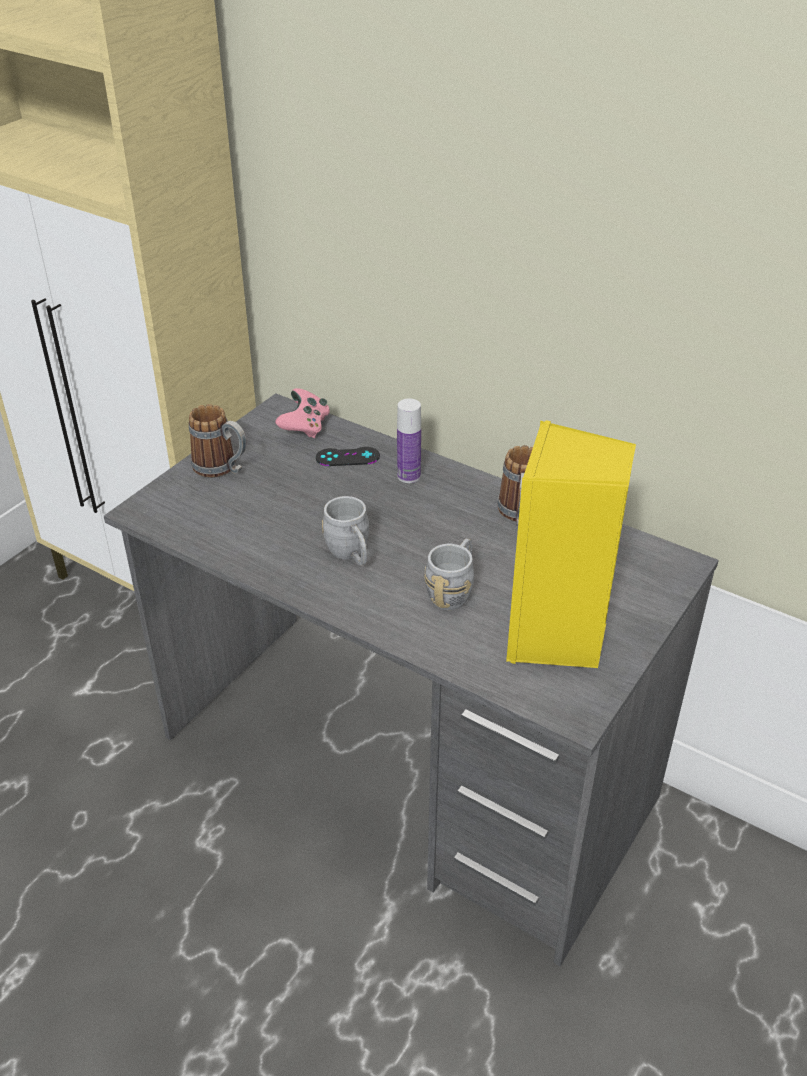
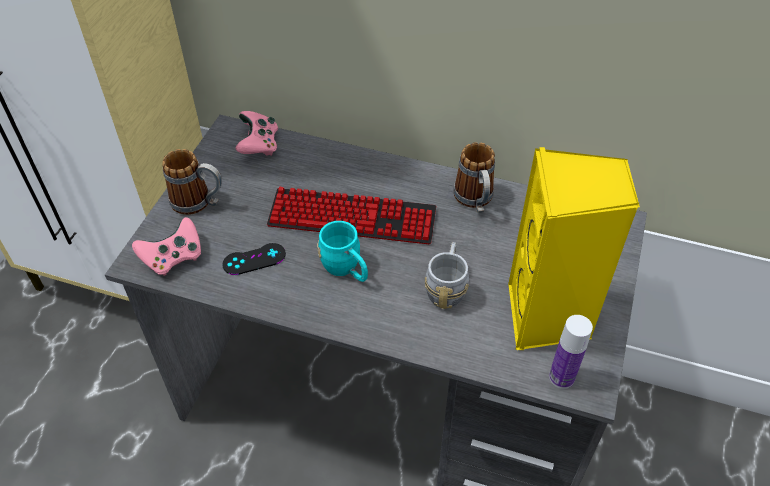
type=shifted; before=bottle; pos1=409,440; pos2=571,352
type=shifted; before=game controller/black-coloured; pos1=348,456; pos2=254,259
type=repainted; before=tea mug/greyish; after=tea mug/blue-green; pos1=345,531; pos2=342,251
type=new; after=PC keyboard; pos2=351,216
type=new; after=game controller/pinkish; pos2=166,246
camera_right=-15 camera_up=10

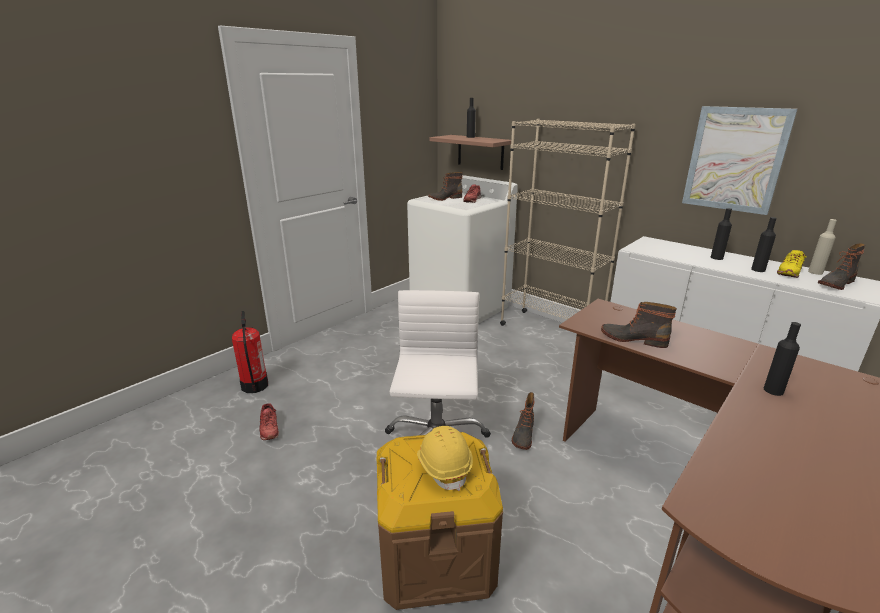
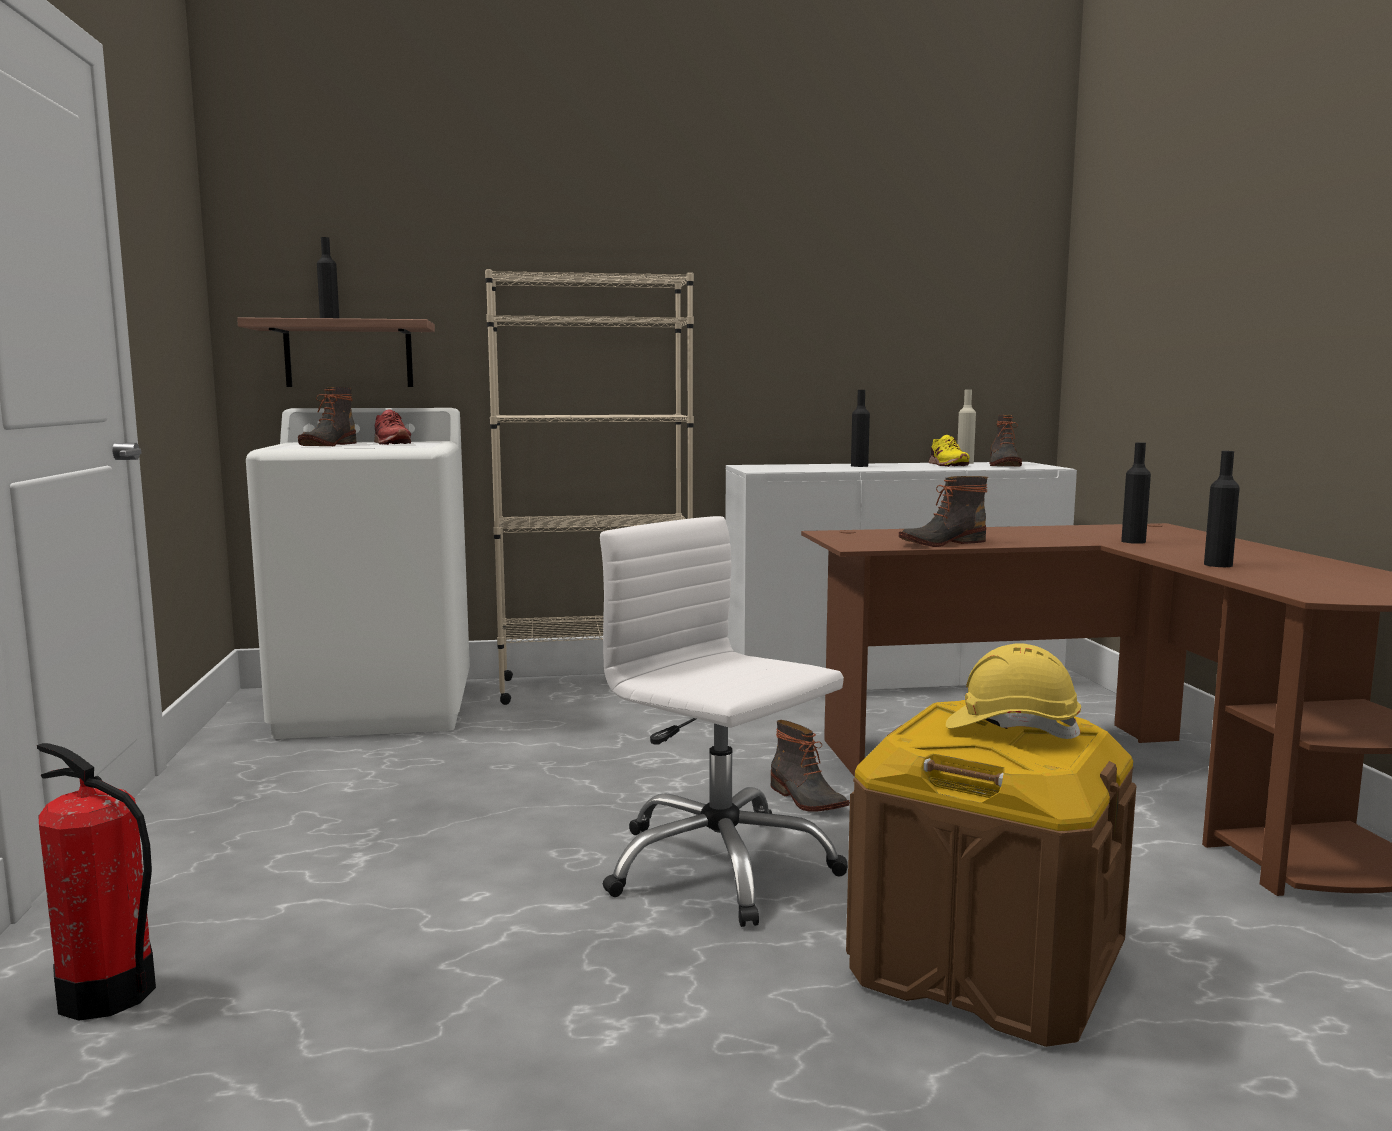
type=gone; before=wall art; pos1=740,160
type=shifted; before=bottle/black-coloured; pos1=764,244; pos2=1222,509
type=gone; before=item of footwear/red; pos1=269,421
camera_right=-50 camera_up=-15

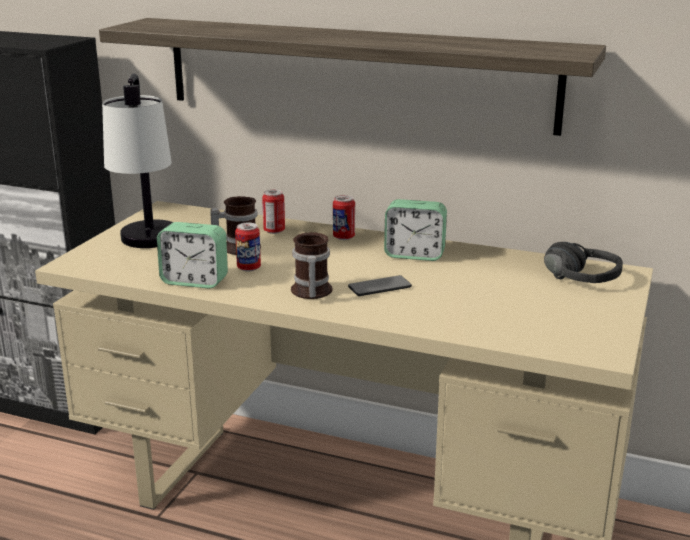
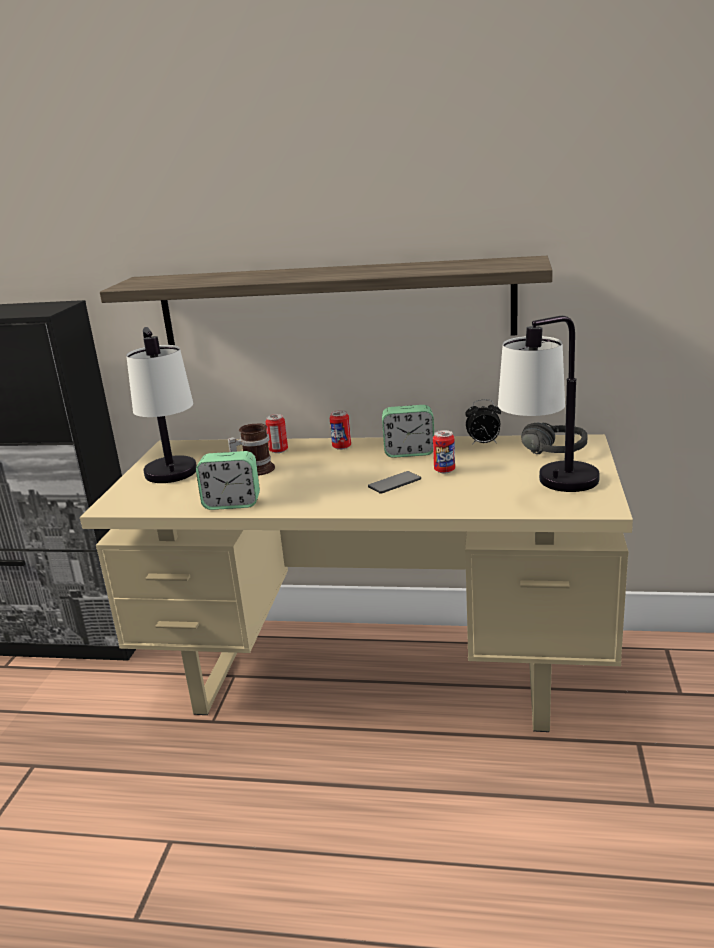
type=shifted; before=metal can; pos1=248,246; pos2=444,451
type=gone; before=tea mug; pos1=312,265
type=new; after=lamp for a table; pos2=549,404
type=new; after=bedside clock; pos2=483,422
camera_right=-10 camera_up=0

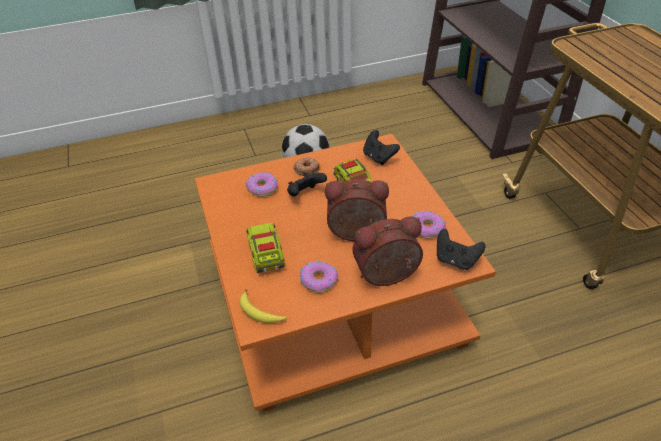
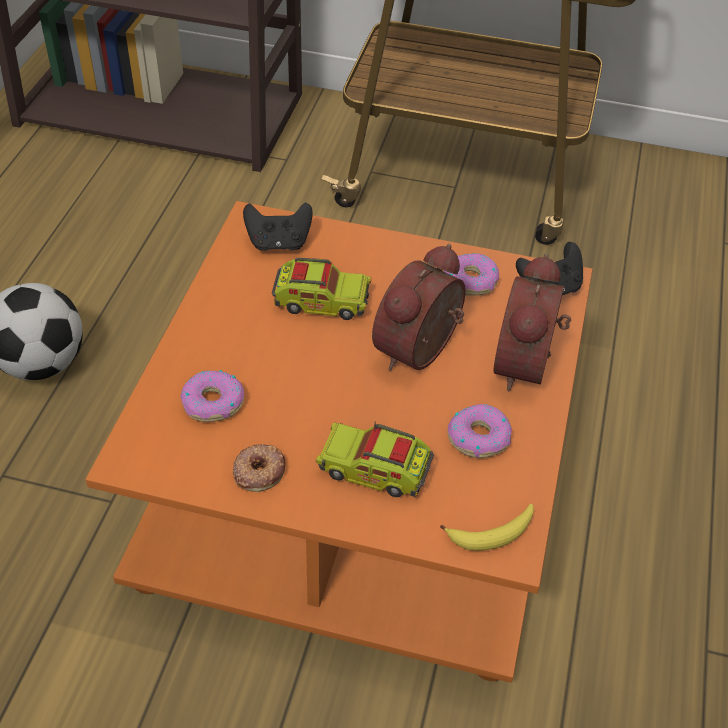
type=shifted; before=donut; pos1=307,167; pos2=259,468
type=gone; before=game controller/black-coloured; pos1=307,185
camera_right=-60 camera_up=5

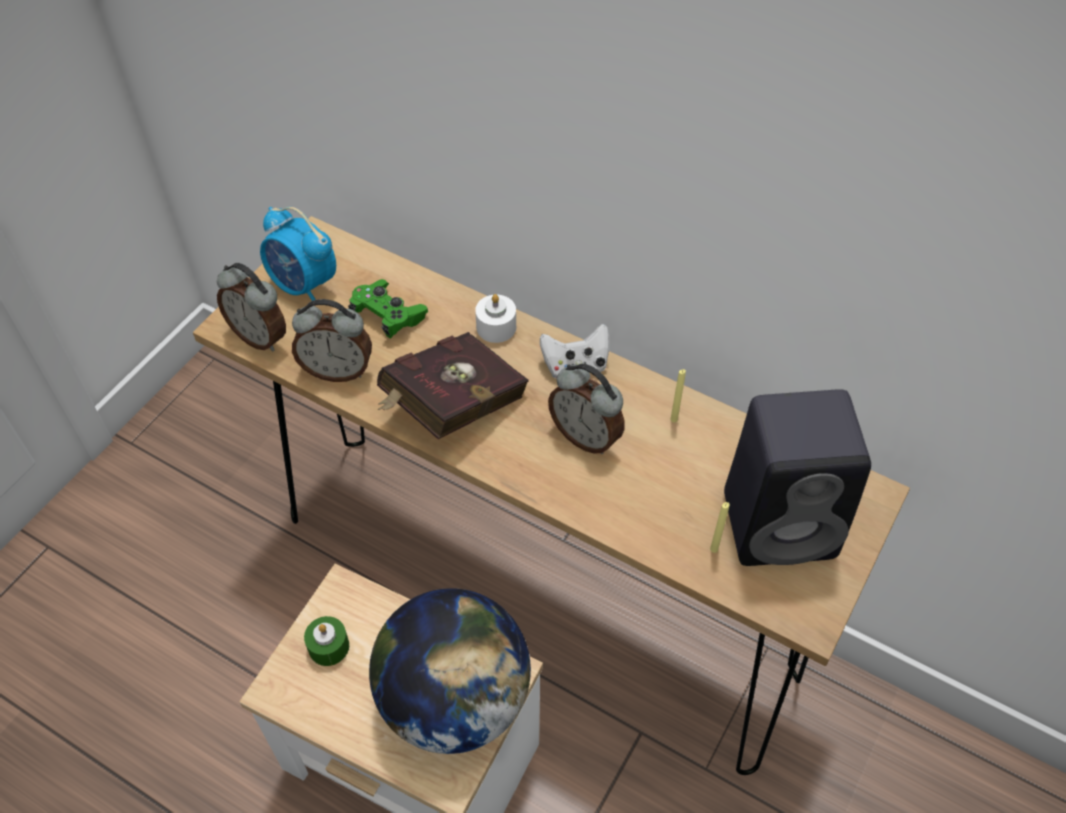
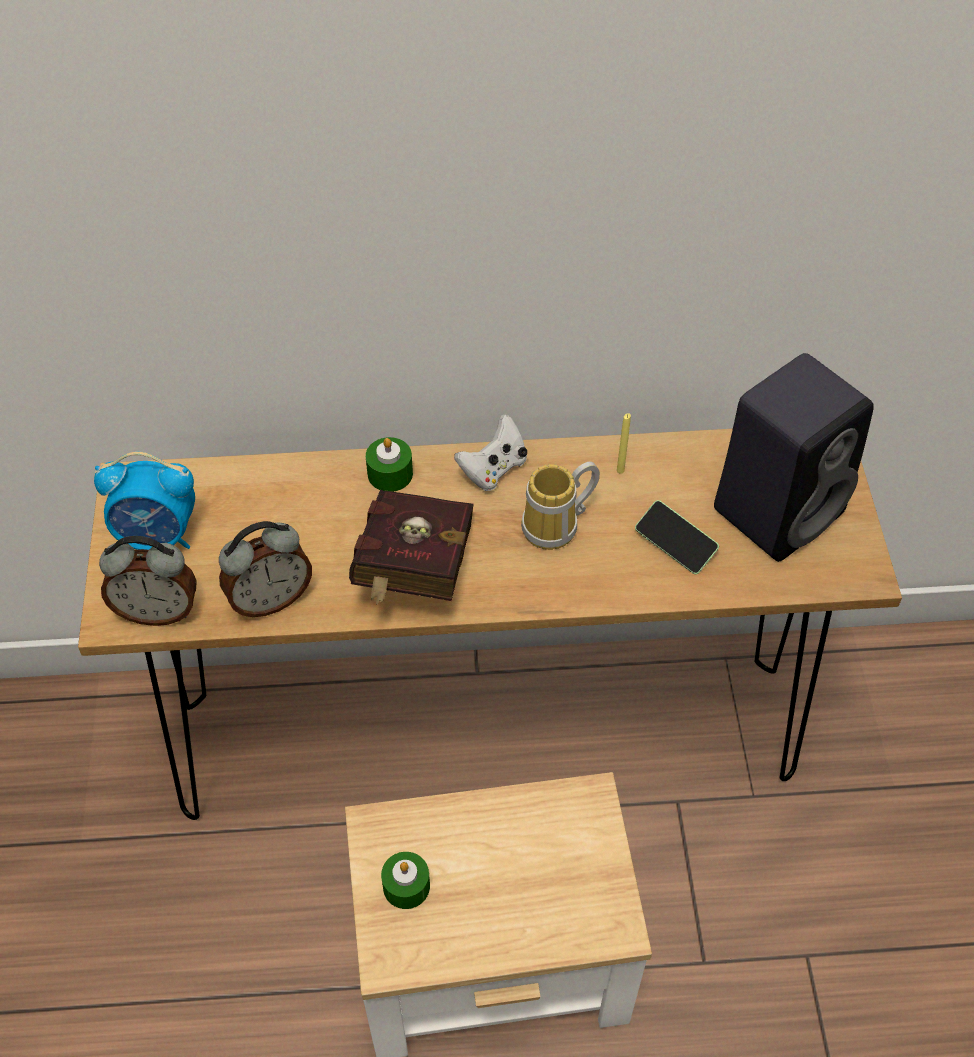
type=gone; before=game controller/greenish; pos1=388,308
type=repainted; before=wax light/white; after=wax light/greenish; pos1=495,318; pos2=389,464
type=swapped; before=bedside clock; after=tea mug; pos1=586,409; pos2=560,506
type=gone; before=wax light/yellowish; pos1=720,527
type=gone; before=world globe; pos1=450,671
type=new; after=handset; pos2=677,537
camera_right=-35 camera_up=0

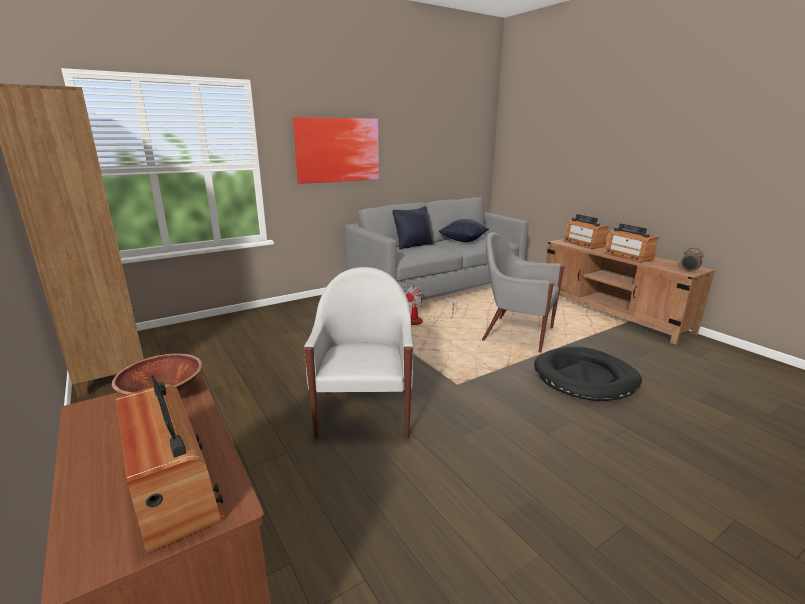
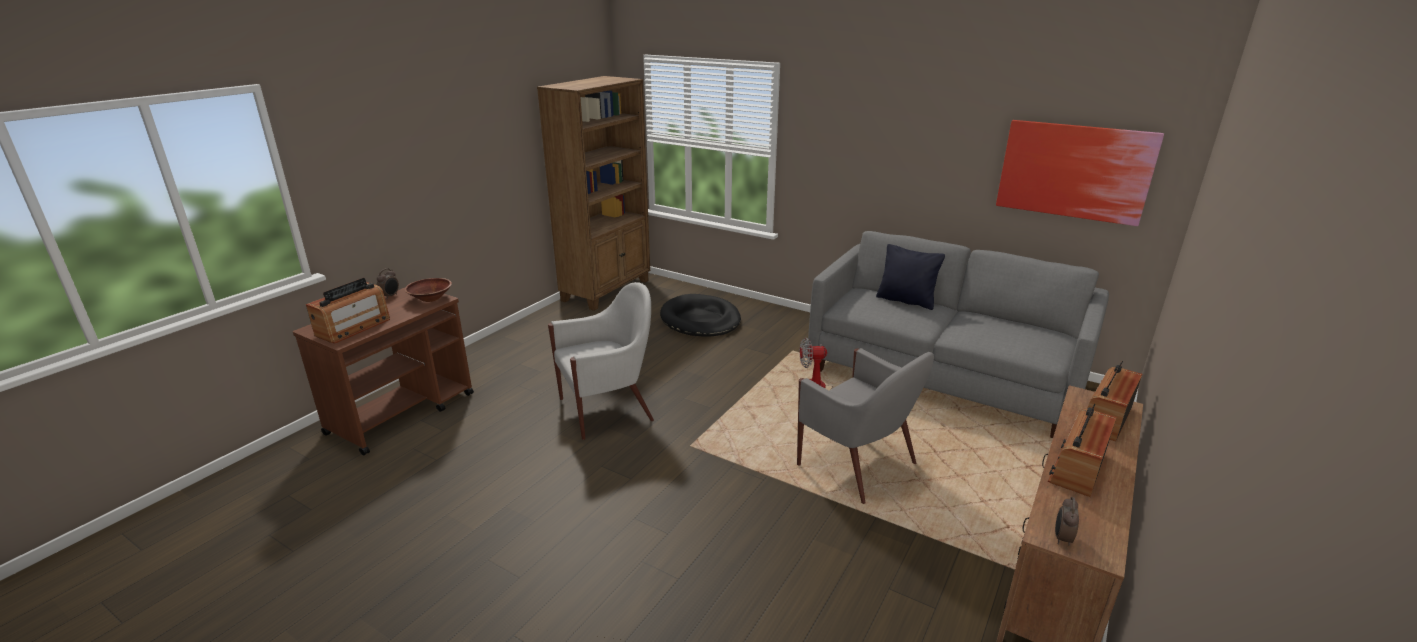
type=shifted; before=wall art; pos1=336,150; pos2=1080,173
type=gone; before=cushion/black-coloured; pos1=464,230
type=rotated; before=armchair/greyish; pos1=523,292; pos2=865,426; turn=135
type=shifted; before=dog cushion/black-coloured; pos1=588,374; pos2=700,315
type=new; after=bedside clock; pos2=388,283
camera_right=65 camera_up=5

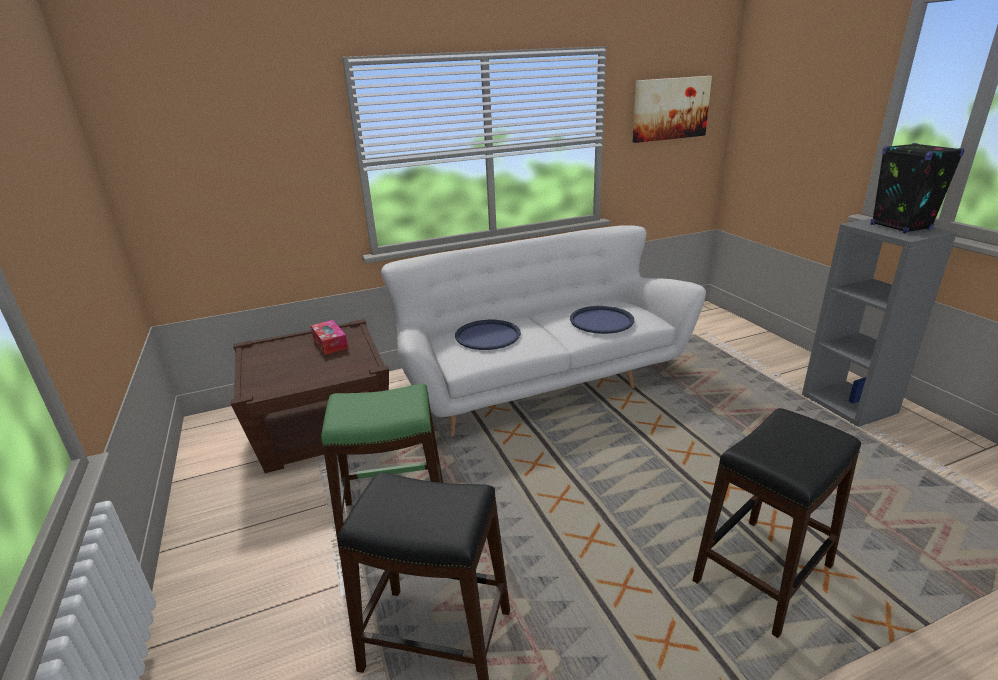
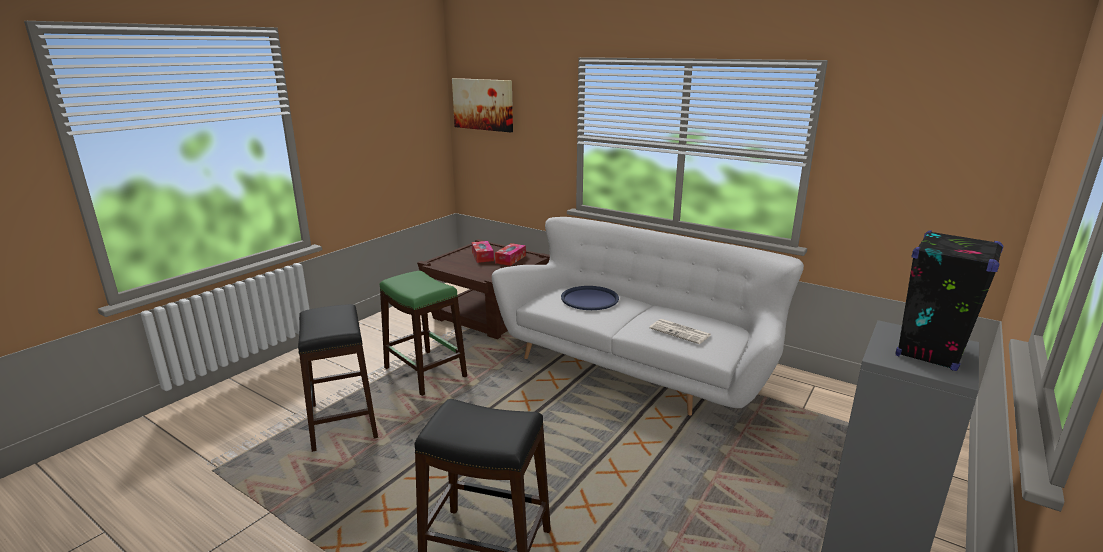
type=shifted; before=wall art; pos1=672,109; pos2=482,105
type=swapped; before=tray/blue; after=newspaper; pos1=602,320; pos2=680,331
type=new; after=tissue holder; pos2=482,252
camera_right=55 camera_up=-5

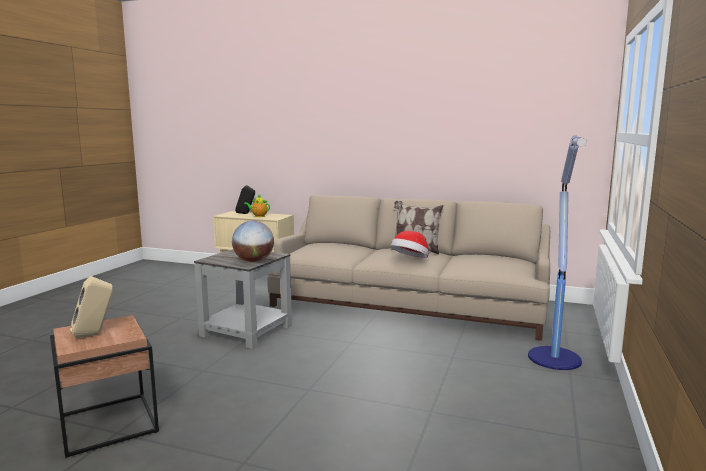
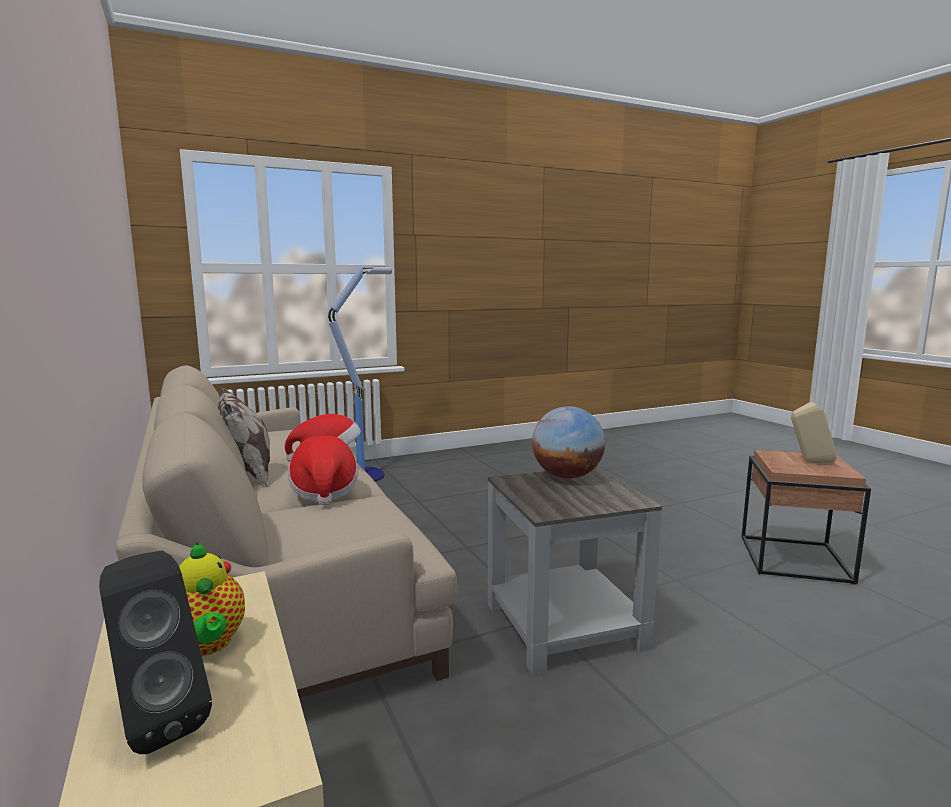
type=new; after=clothing hat; pos2=323,470
camera_right=-135 camera_up=0

